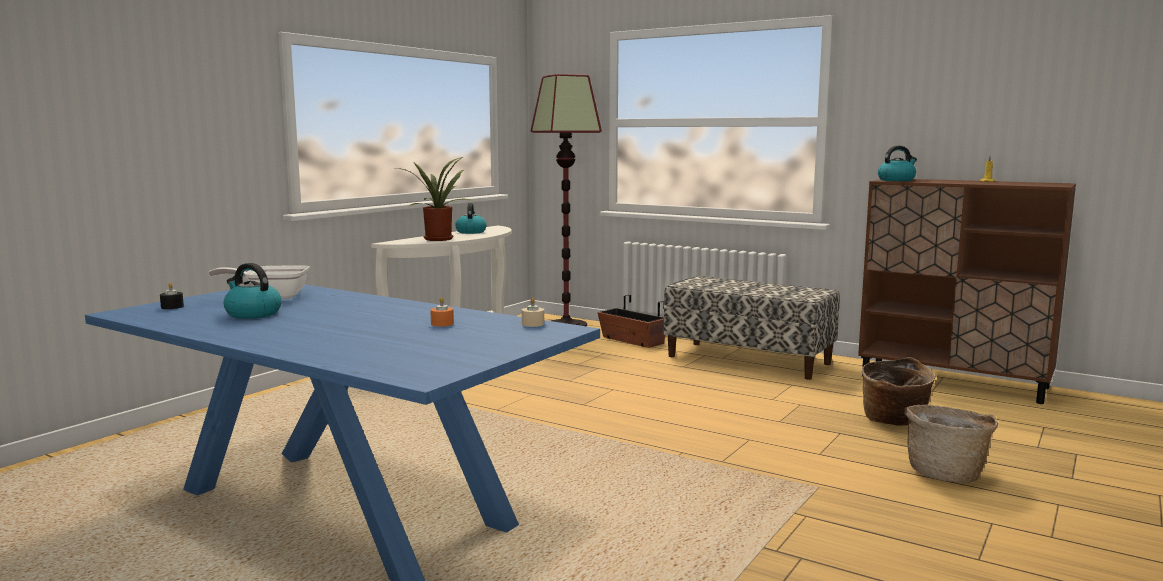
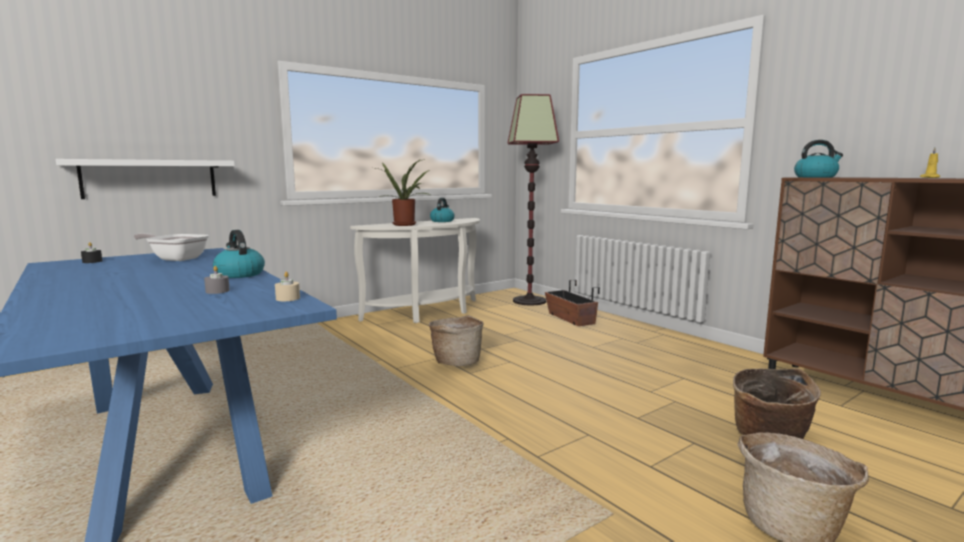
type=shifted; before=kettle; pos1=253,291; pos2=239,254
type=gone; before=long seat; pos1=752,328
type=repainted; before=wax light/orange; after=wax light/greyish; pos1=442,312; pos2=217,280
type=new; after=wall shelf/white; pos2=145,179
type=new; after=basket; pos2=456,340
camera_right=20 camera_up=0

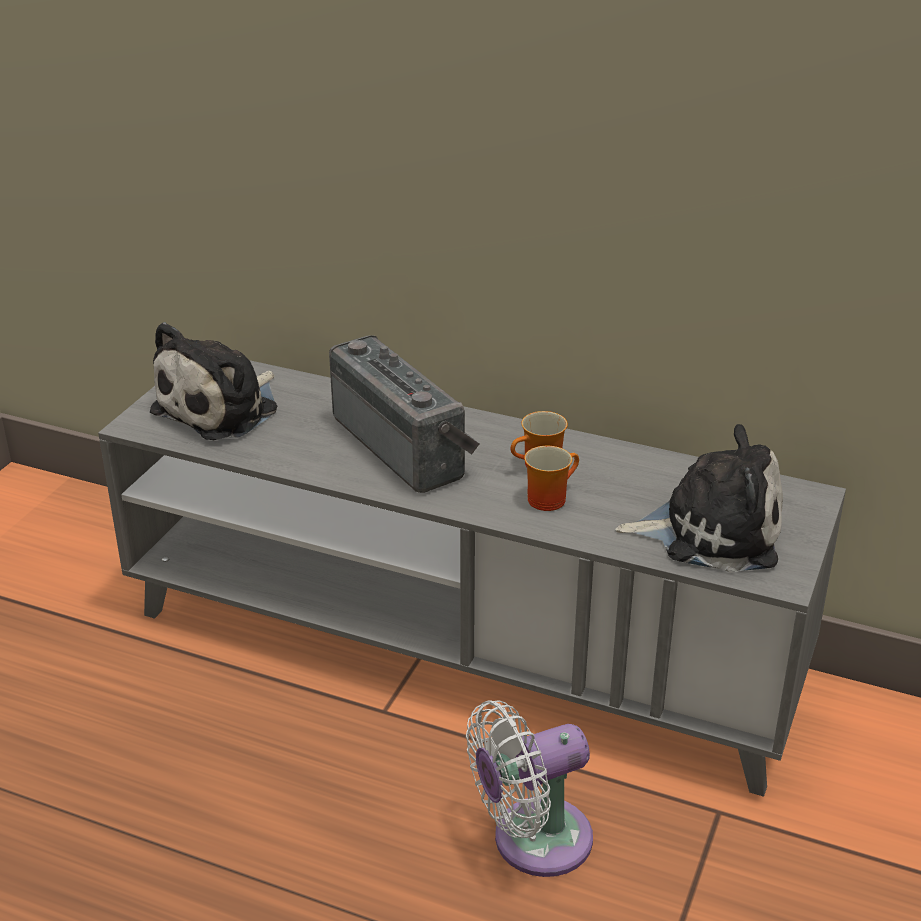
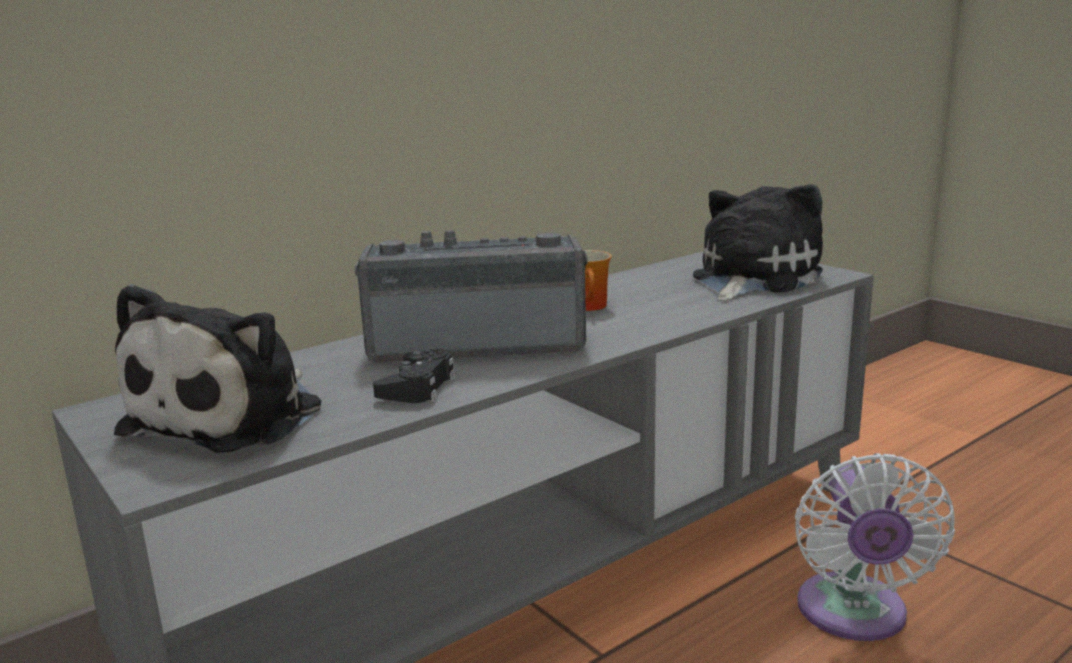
type=rotated; before=cuddly toy; pos1=213,381; pos2=217,368; turn=45
type=gone; before=tea mug; pos1=551,478
type=new; after=game controller/black-coloured; pos2=414,376
camera_right=-60 camera_up=-15

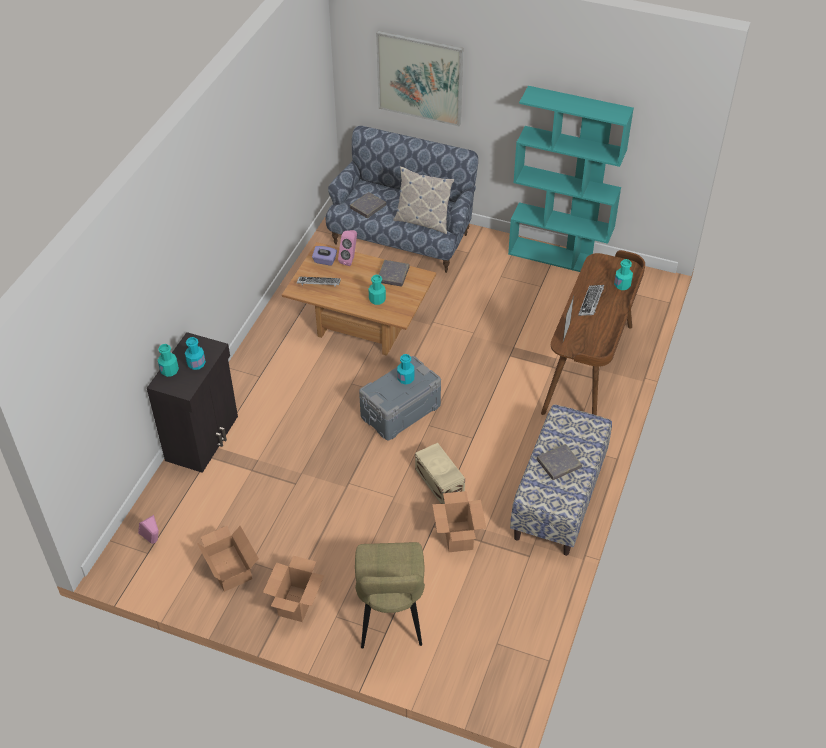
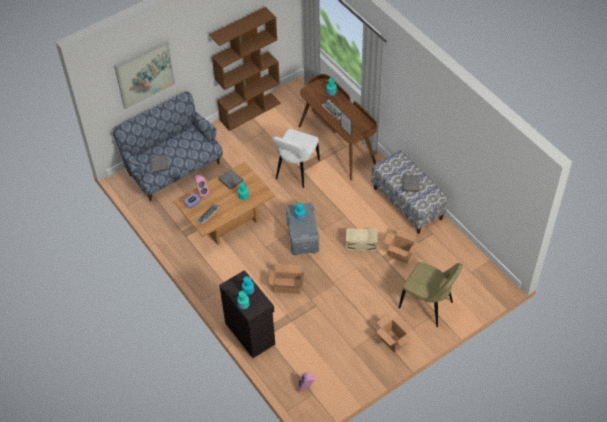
type=repainted; before=bookcase/blue-green; after=bookcase/brown-coloured; pos1=571,179; pos2=245,69
type=gone; before=cushion; pos1=423,200
type=shifted; before=carton; pos1=228,559; pos2=286,279
type=new; after=upright chair/white; pos2=296,158
camera_right=-55 camera_up=5

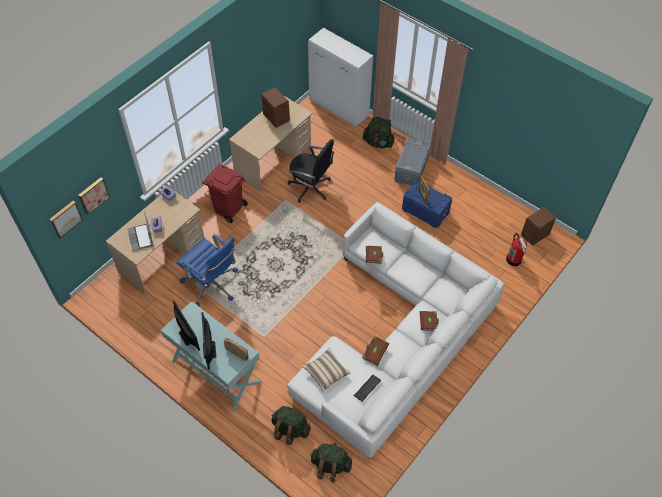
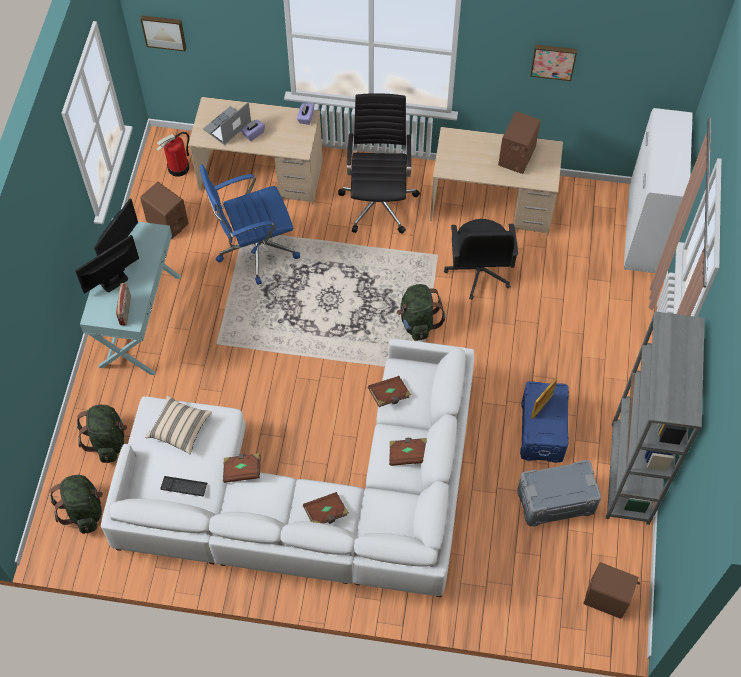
type=shifted; before=knapsack/greenish; pos1=379,132; pos2=421,312
type=shifted; before=storage container/greyish; pos1=412,162; pos2=559,493
type=swapped; before=rubbish bin/red; after=computer chair/black-coloured; pos1=225,193; pos2=379,163
type=shifted; before=wall art; pos1=94,196; pos2=553,62
type=shifted; before=fire-fighting cylinder; pos1=516,249; pos2=172,154
type=rotated; before=computer chair/blue; pos1=207,270; pos2=250,224; turn=60
type=new; after=speaker/brown-coloured; pos2=164,210
type=new; after=bookcase/greyish; pos2=655,418
type=new; after=book/brown-coloured; pos2=408,452
camera_right=60 camera_up=5

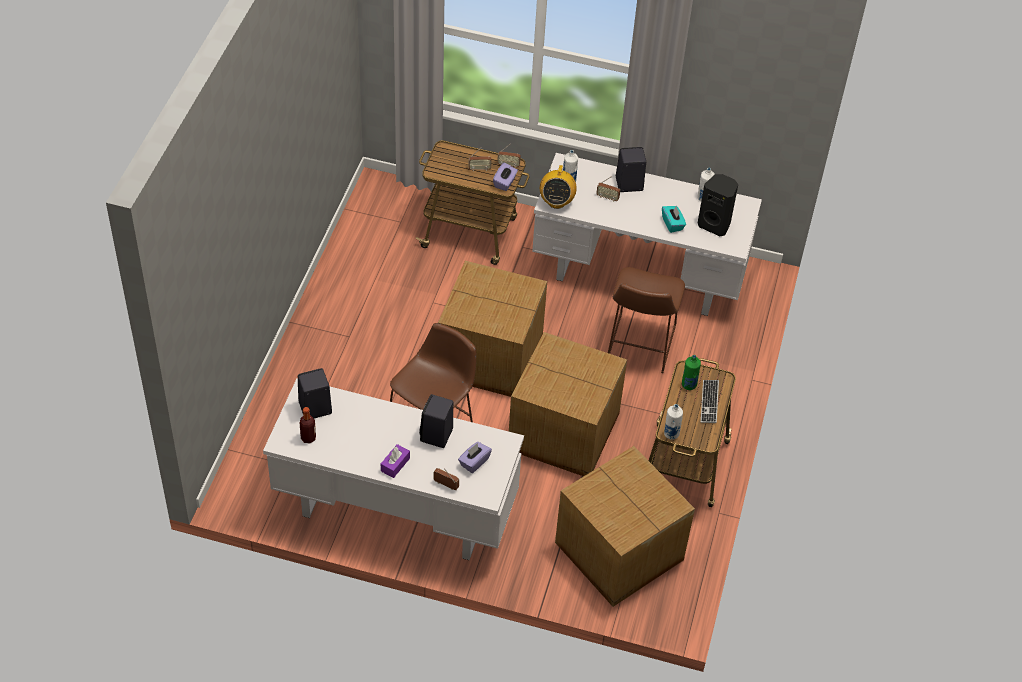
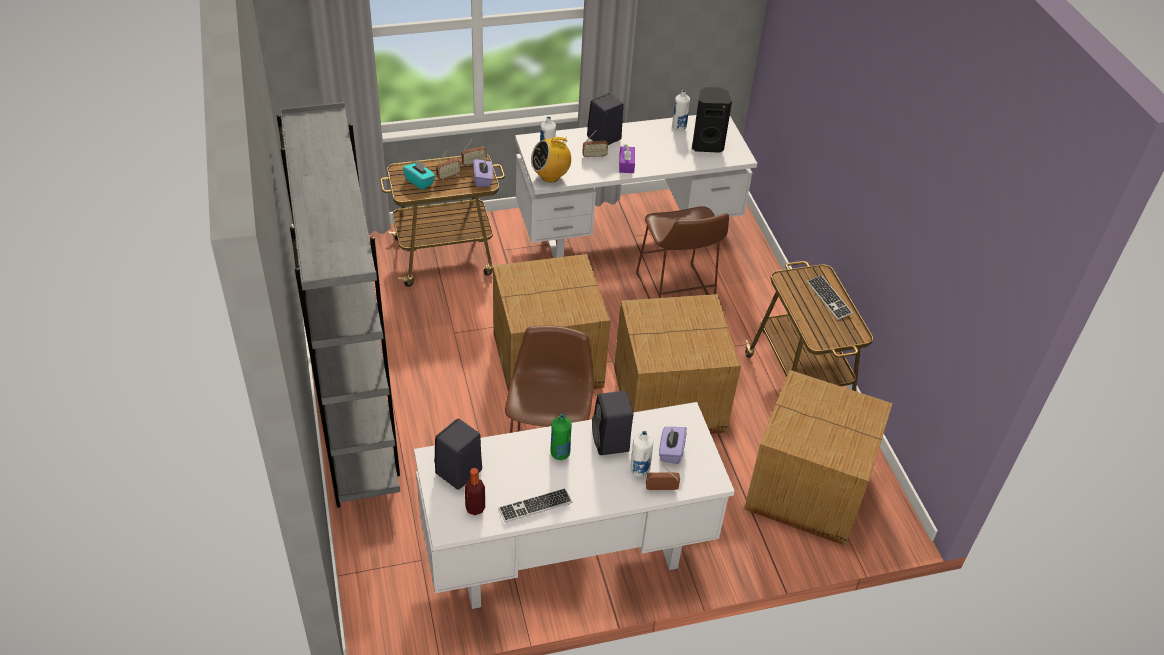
type=rotated; before=radio; pos1=558,186; pos2=551,158; turn=90
type=shifted; before=tissue holder/blue-green; pos1=674,219; pos2=419,175
type=shifted; before=bottle/greenish; pos1=691,372; pos2=561,437
type=shifted; before=bottle/white; pos1=673,422; pos2=641,454
type=shifted; before=tissue holder/purple-coloured; pos1=395,461; pos2=627,158
type=new; after=bookcase/greyish; pos2=338,304
type=new; after=PC keyboard; pos2=535,505
camera_right=-30 camera_up=-5

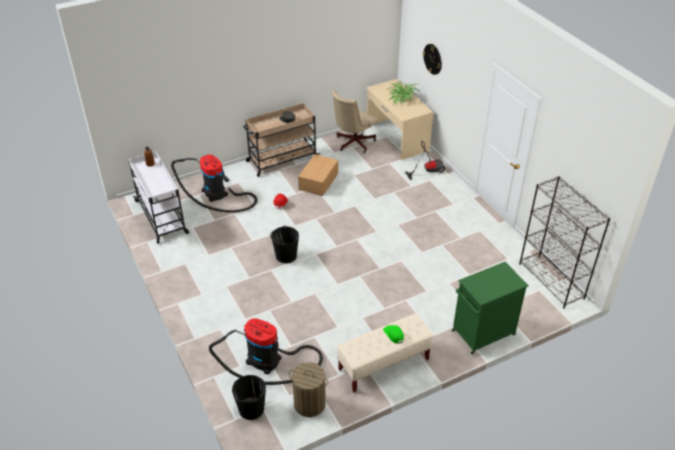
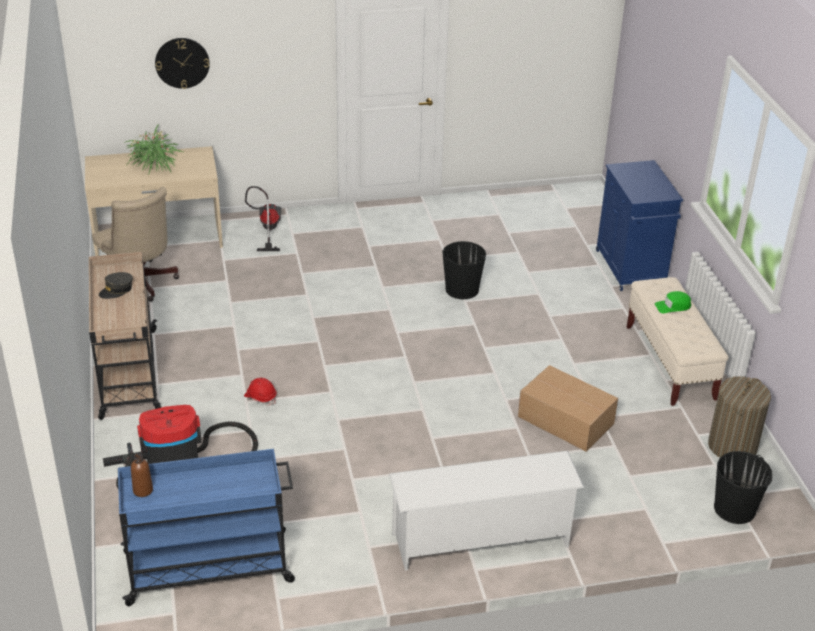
type=repainted; before=trolley/white; after=trolley/blue; pos1=158,197; pos2=206,527
type=shifted; before=carton; pos1=318,175; pos2=568,408
type=gone; before=bookcase/black-coloured; pos1=564,242
type=shifted; before=pail/black-coloured; pos1=284,244; pos2=464,270
type=repainted; before=cabinet/greenish; after=cabinet/blue; pos1=490,308; pos2=639,225
type=gone; before=hoover; pos1=266,351
type=new; after=shoe stand/white; pos2=486,511
camera_right=-75 camera_up=-5

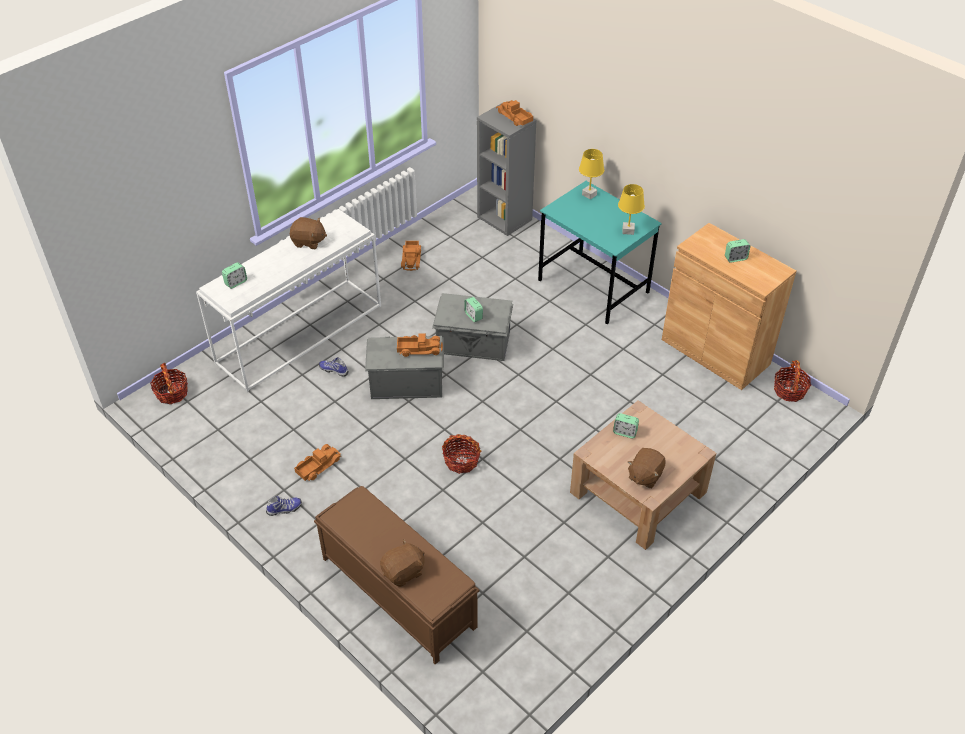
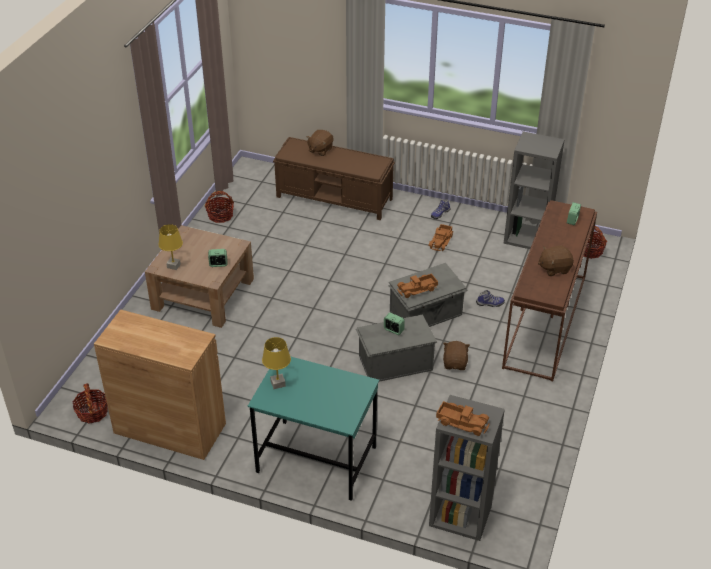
type=shifted; before=lamp for a table/yellowish; pos1=591,174; pos2=170,247
type=repainted; before=narrow table/white; after=narrow table/brown-coloured; pos1=288,300; pos2=549,290
type=gone; before=bedside clock; pos1=737,251
type=gone; before=toy truck; pos1=411,256
type=shifted; before=basket; pos1=461,454; pos2=219,207
type=shifted; before=cuddly toy/brown-coloured; pos1=646,468; pos2=456,355
type=new; after=bookcase/greyish; pos2=534,190
camera_right=155 camera_up=-5

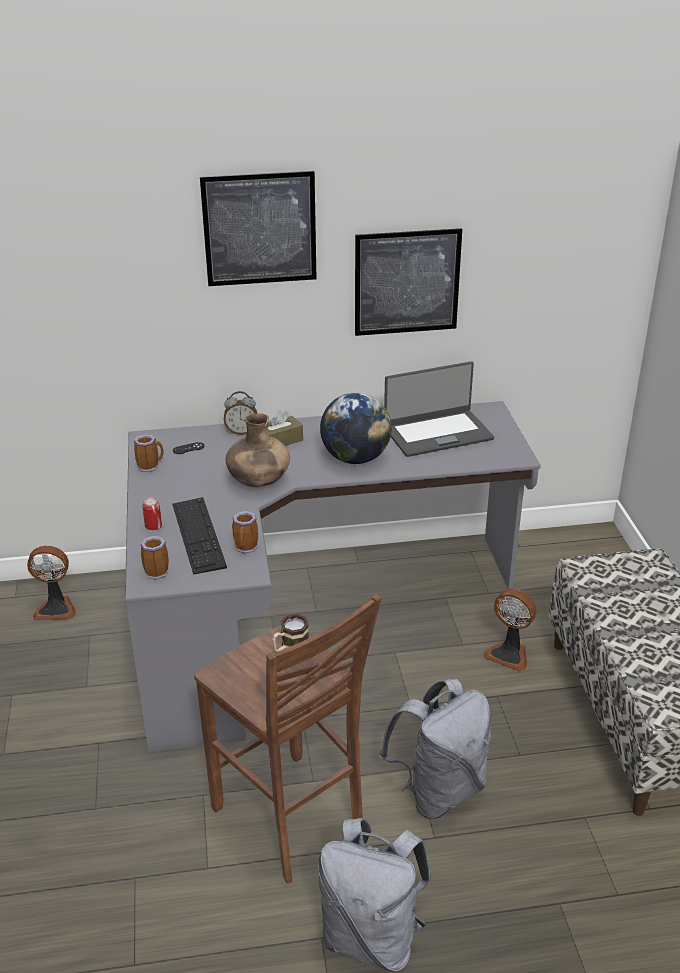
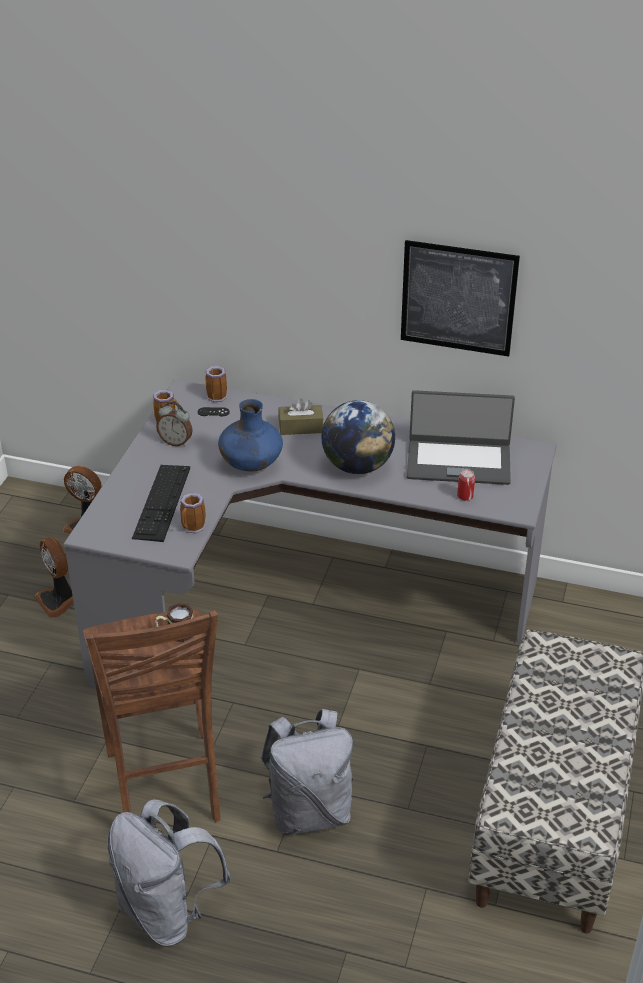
type=gone; before=wall art; pos1=258,228
type=shifted; before=bedside clock; pos1=240,413; pos2=174,424
type=repainted; before=flower vase/brown-coloured; after=flower vase/blue; pos1=257,450; pos2=250,435
type=shifted; before=metal can; pos1=152,513; pos2=466,485
type=shifted; before=tea mug; pos1=154,557; pos2=216,384
type=shifted; before=cooling fan; pos1=510,630; pos2=54,577
camera_right=25 camera_up=5

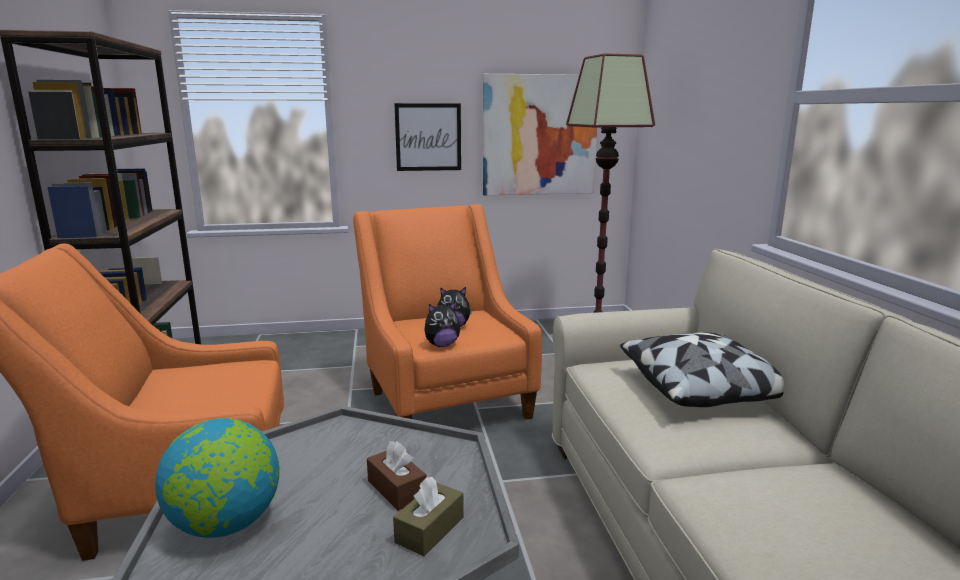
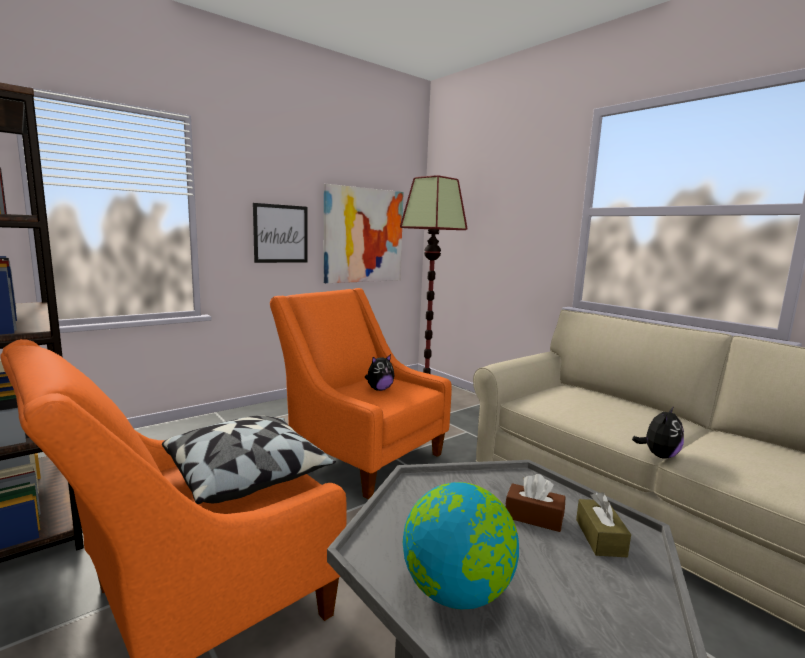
type=shifted; before=cuddly toy; pos1=442,324; pos2=658,432
type=shifted; before=cushion; pos1=702,369; pos2=249,460
camera_right=-30 camera_up=-5

